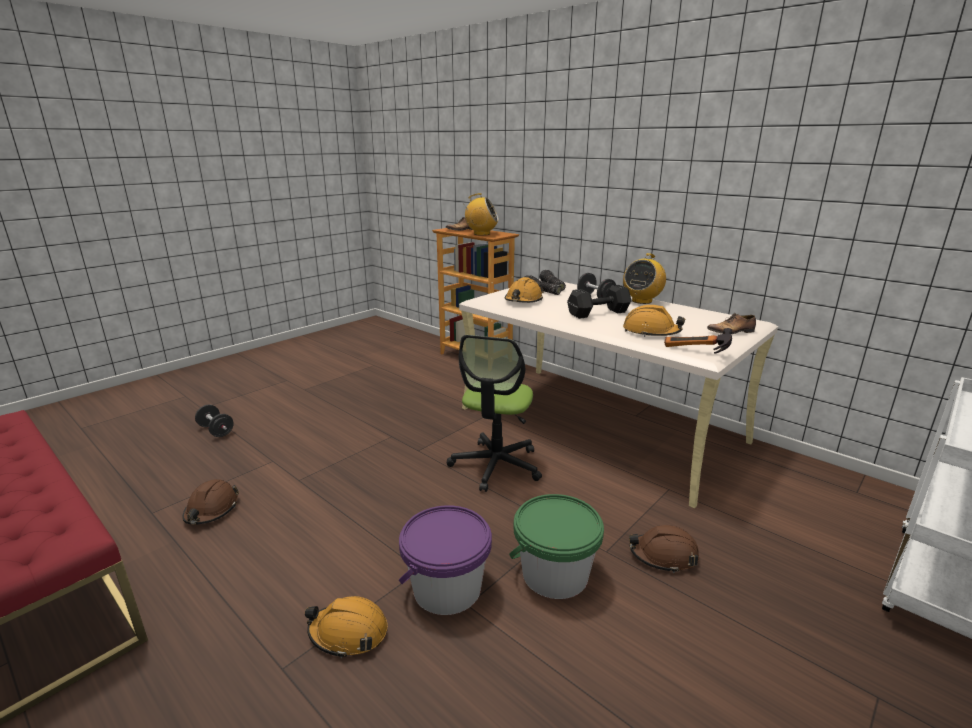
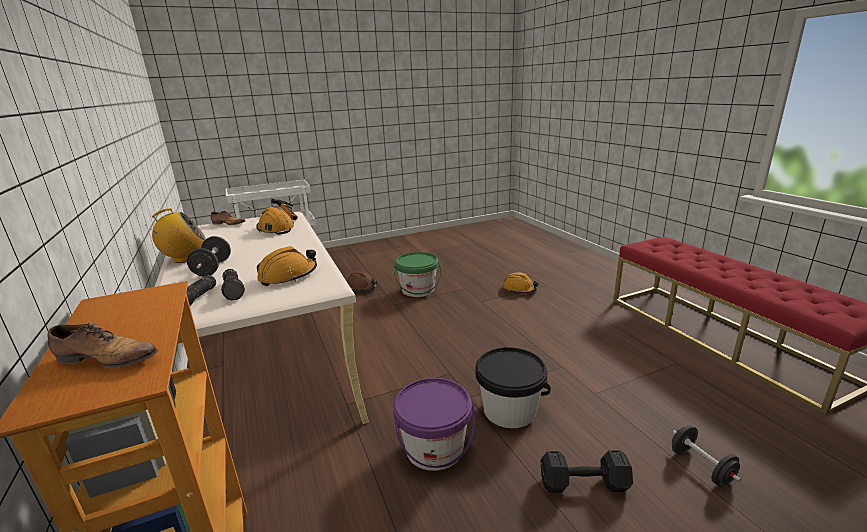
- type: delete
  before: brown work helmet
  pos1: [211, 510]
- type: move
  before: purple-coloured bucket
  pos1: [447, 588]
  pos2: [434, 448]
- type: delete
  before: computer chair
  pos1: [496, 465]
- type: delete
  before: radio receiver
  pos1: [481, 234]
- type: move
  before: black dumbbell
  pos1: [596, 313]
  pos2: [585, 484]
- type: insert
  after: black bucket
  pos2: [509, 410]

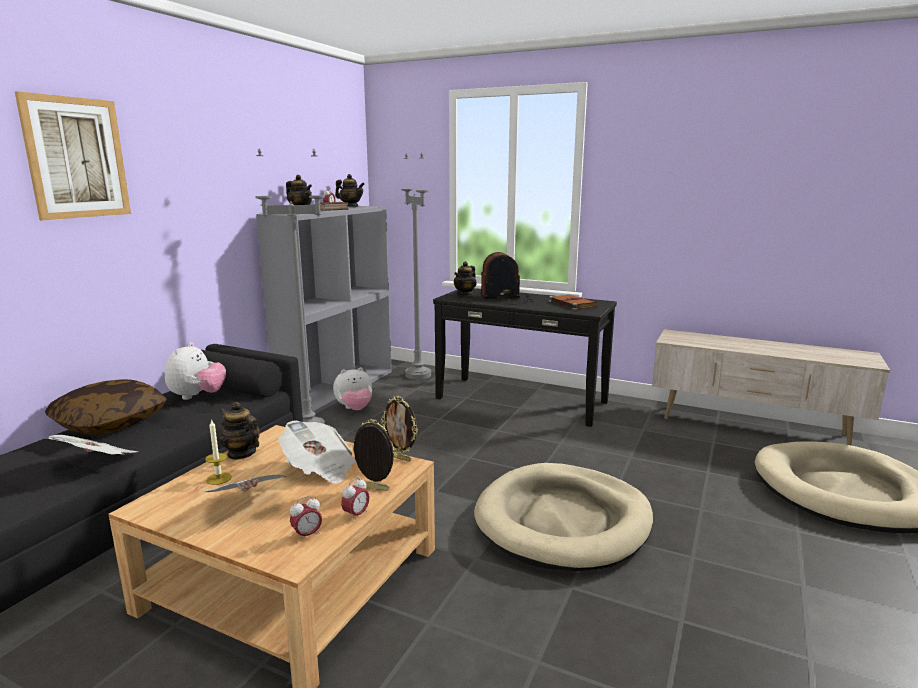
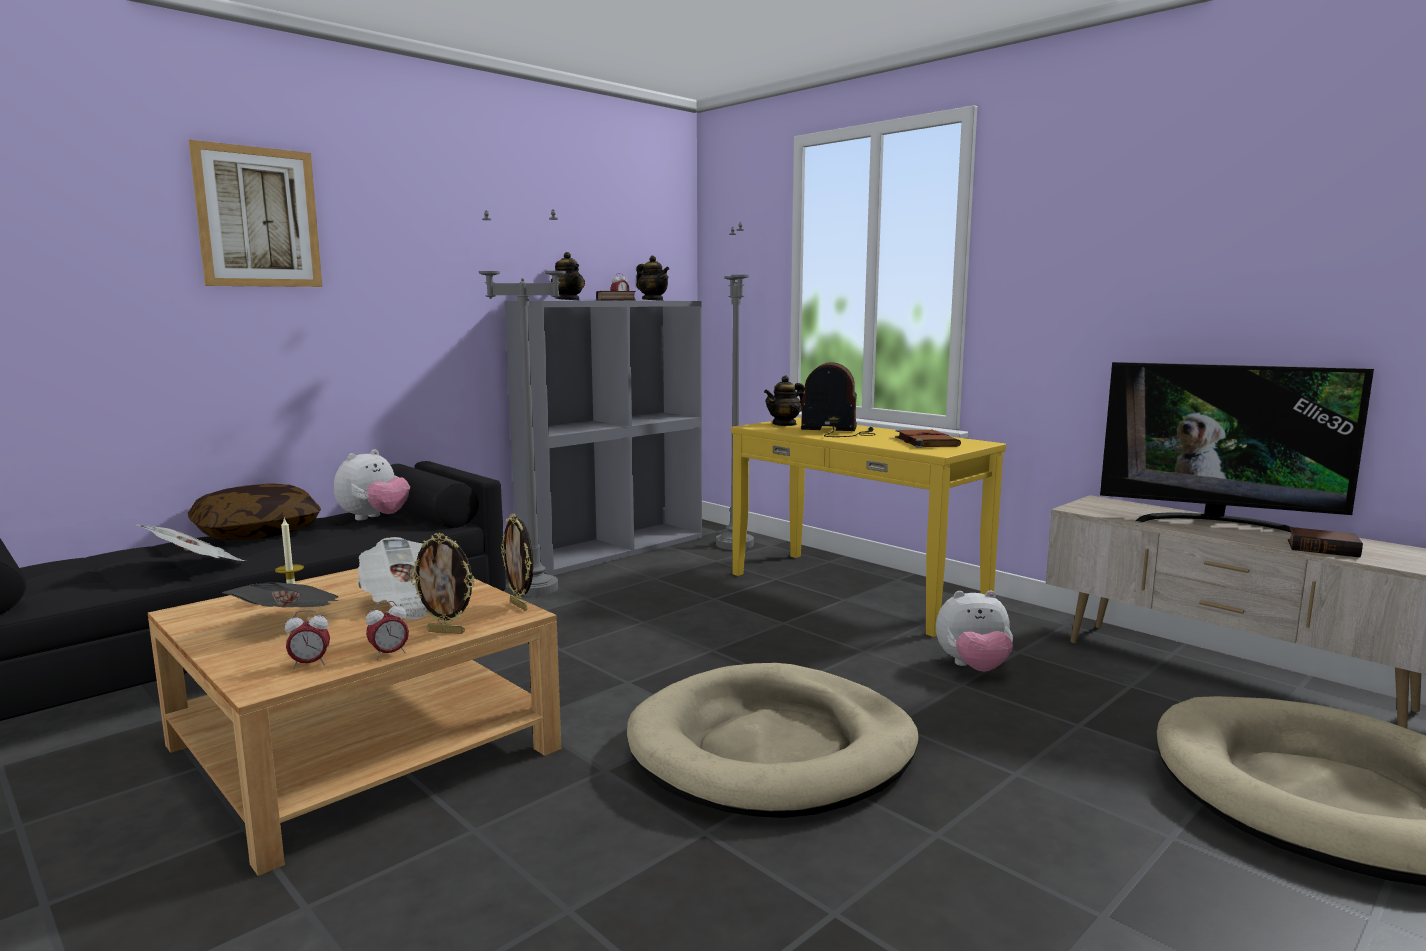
- type: delete
  before: teapot
  pos1: [241, 453]
- type: move
  before: cuddly toy
  pos1: [355, 409]
  pos2: [973, 668]
- type: rotate
  before: photo frame
  pos1: [375, 488]
  pos2: [446, 631]
  turn: 150
- type: recolor
  before: black narrow table
  after: yellow-coloured narrow table
  pos1: [521, 400]
  pos2: [855, 590]
- type: insert
  after: TV
  pos2: [1216, 523]
- type: insert
  after: volume
  pos2: [1323, 548]

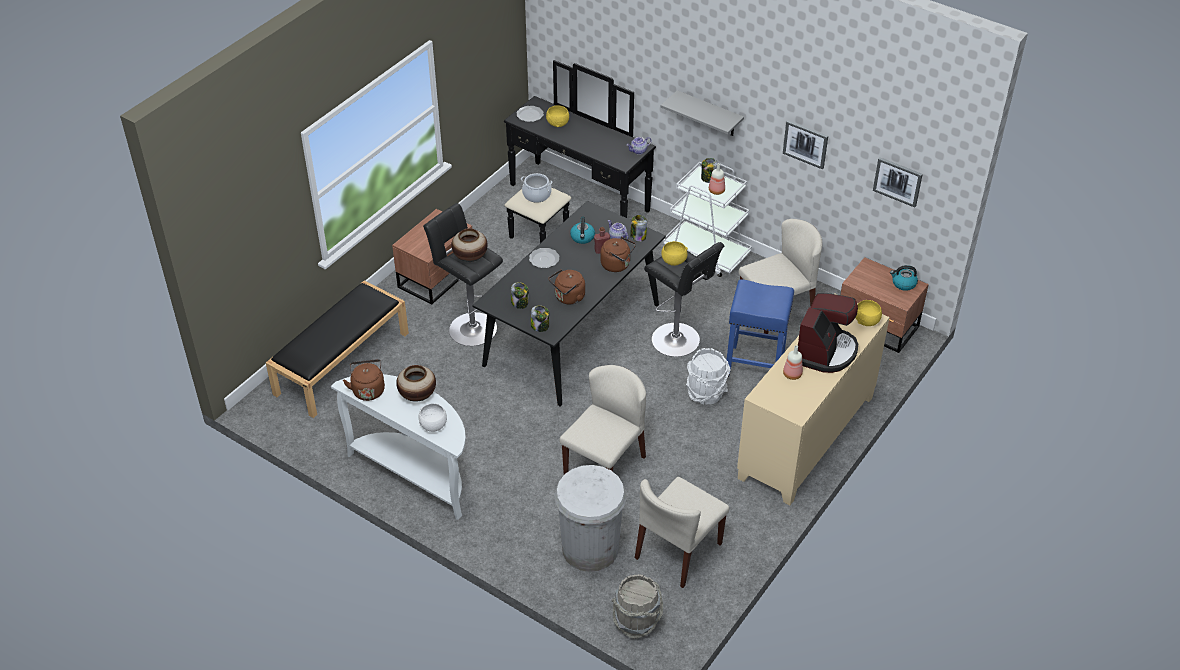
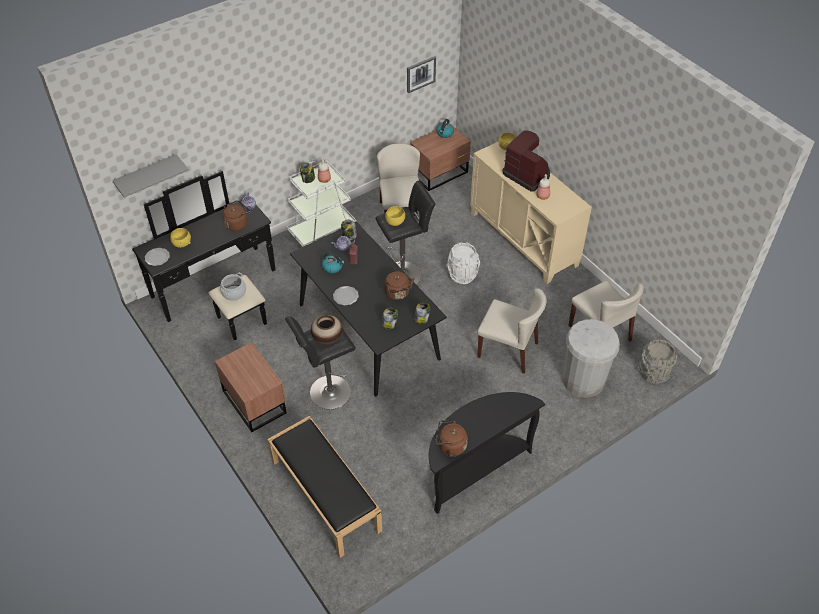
- type: recolor
  before: white-coloured narrow table
  after: black narrow table
  pos1: [415, 474]
  pos2: [474, 469]
- type: delete
  before: flower vase
  pos1: [417, 395]
- type: delete
  before: white-coloured serving bowl
  pos1: [433, 426]
- type: rotate
  before: beige-coloured plain chair
  pos1: [604, 464]
  pos2: [508, 350]
  turn: 150
- type: move
  before: brown kettle
  pos1: [617, 265]
  pos2: [237, 224]
- type: move
  before: gray bracket shelf
  pos1: [709, 114]
  pos2: [147, 176]
- type: delete
  before: blue stool seat
  pos1: [756, 365]
- type: delete
  before: wall art
  pos1: [805, 144]

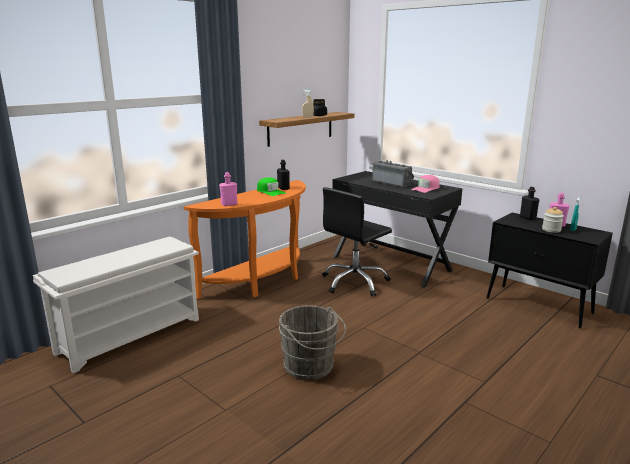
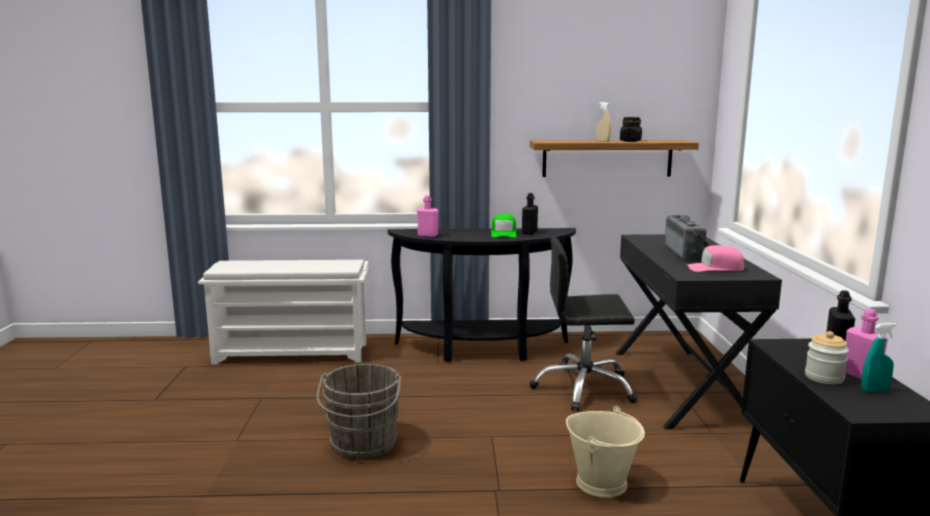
- type: recolor
  before: orange narrow table
  after: black narrow table
  pos1: [262, 282]
  pos2: [482, 350]
- type: insert
  after: beige-coloured bucket
  pos2: [602, 483]

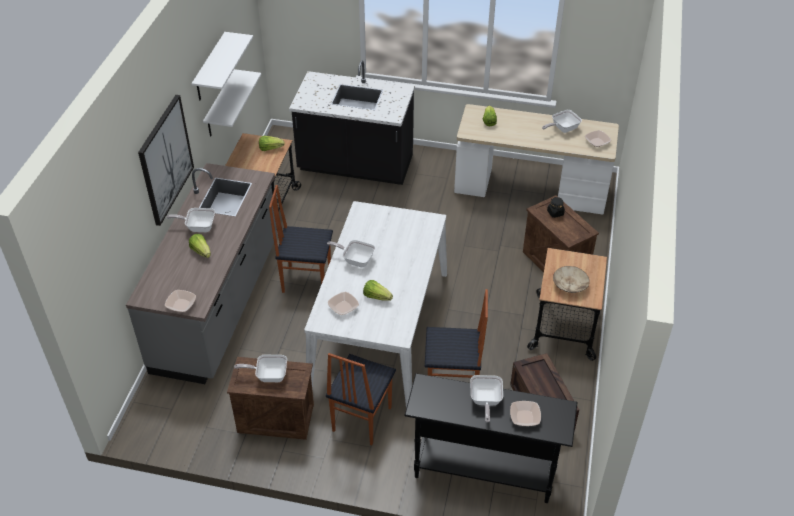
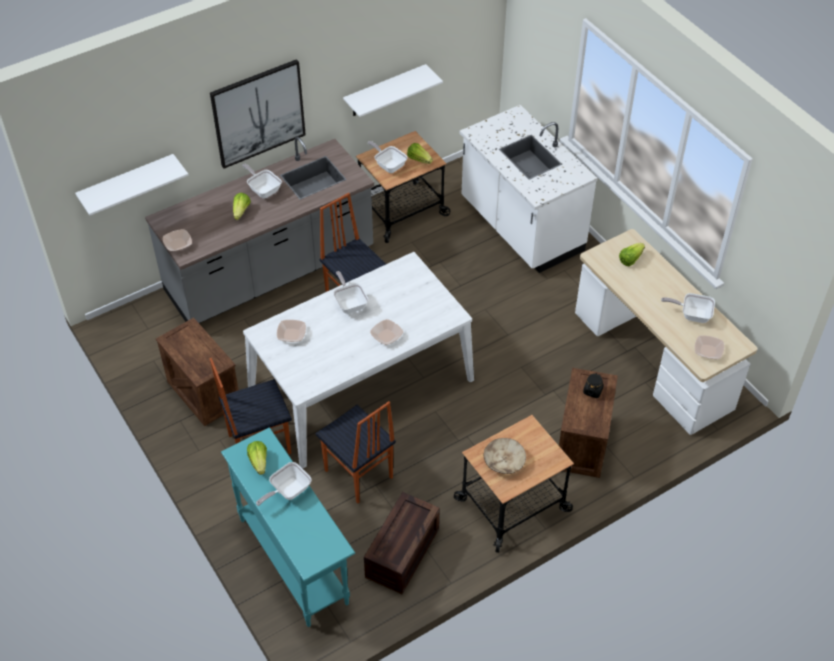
- type: move
  before: white-coloured bracket shelf
  pos1: [210, 68]
  pos2: [127, 184]
- type: move
  before: skillet
  pos1: [268, 375]
  pos2: [388, 165]
- type: recolor
  before: black kitchen base unit
  after: white-coloured kitchen base unit
  pos1: [355, 165]
  pos2: [520, 227]
- type: move
  before: head of lettuce
  pos1: [376, 296]
  pos2: [259, 462]
- type: recolor
  before: black narrow table
  after: turquoise narrow table
  pos1: [483, 471]
  pos2: [293, 560]
- type: move
  before: serving bowl
  pos1: [524, 417]
  pos2: [386, 336]

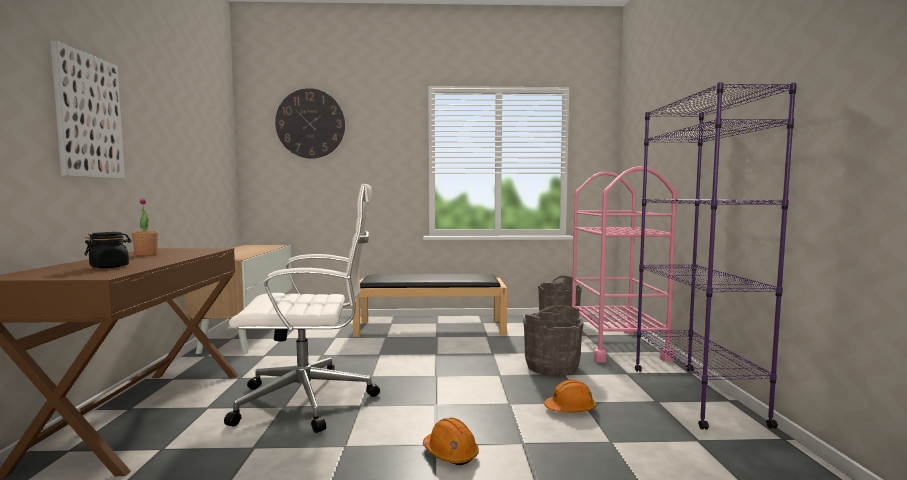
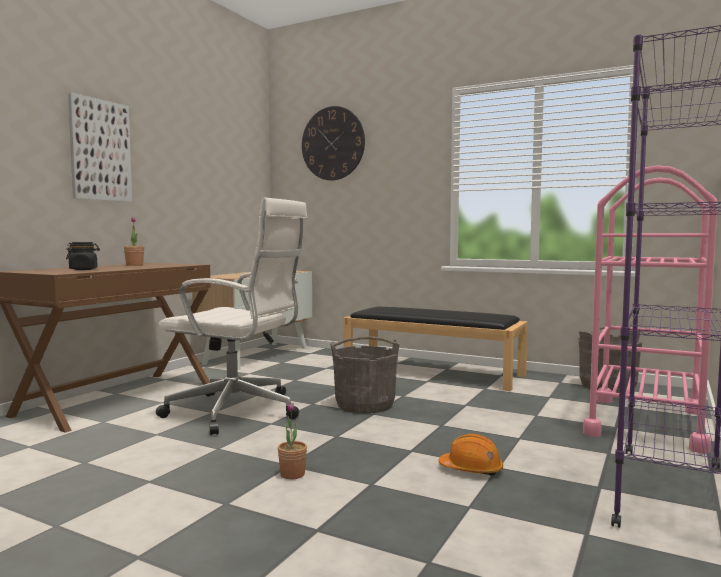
- type: replace
  before: orange work helmet
  after: plant in a pot
  pos1: [450, 453]
  pos2: [292, 474]
- type: move
  before: gray bucket
  pos1: [551, 366]
  pos2: [365, 405]

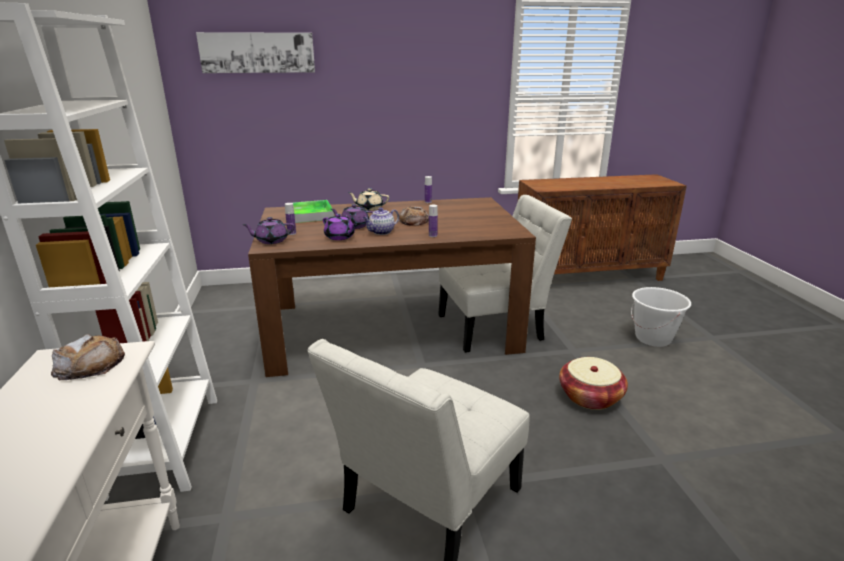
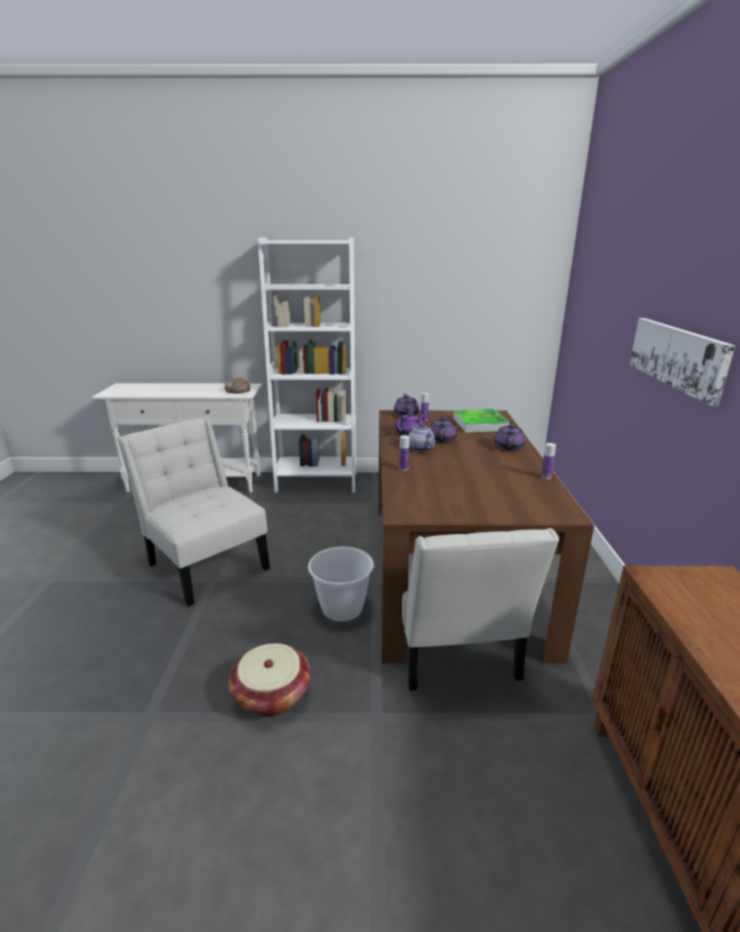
- type: move
  before: wall art
  pos1: [257, 52]
  pos2: [677, 356]
- type: recolor
  before: beige-coloured teapot
  after: purple-coloured teapot
  pos1: [369, 208]
  pos2: [509, 446]
- type: delete
  before: baked bread
  pos1: [414, 221]
- type: move
  before: white-coloured bucket
  pos1: [653, 338]
  pos2: [342, 609]

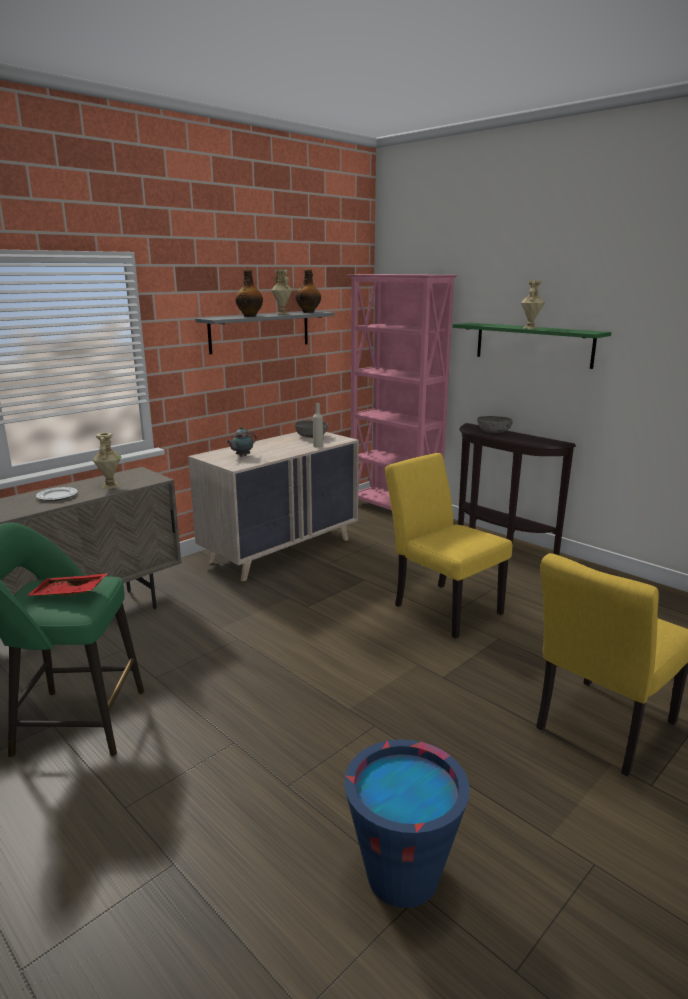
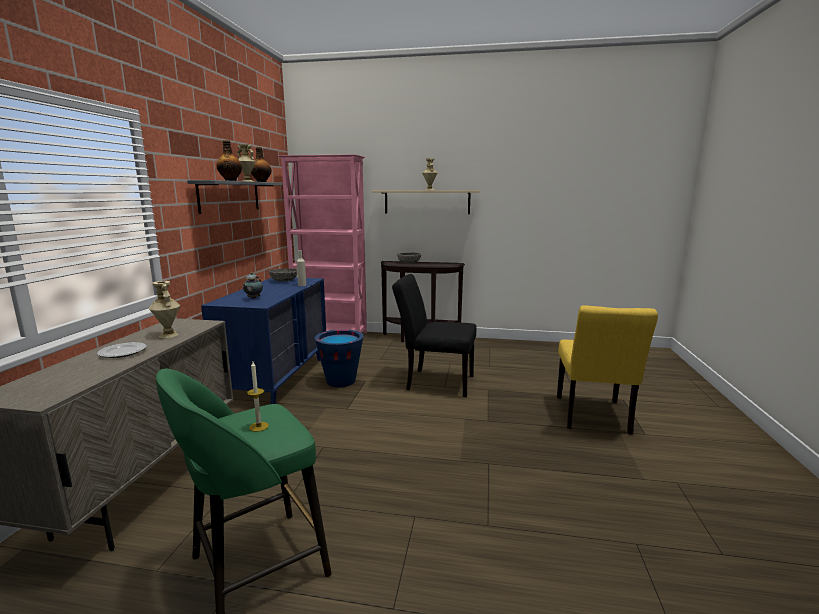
- type: replace
  before: red tray
  after: wax candle
  pos1: [68, 594]
  pos2: [259, 426]
- type: recolor
  before: beige-coloured dresser
  after: blue dresser
  pos1: [281, 550]
  pos2: [277, 378]
- type: move
  before: blue bucket
  pos1: [402, 875]
  pos2: [341, 381]
- type: recolor
  before: yellow-coloured plain chair
  after: black plain chair
  pos1: [441, 606]
  pos2: [434, 382]
- type: recolor
  before: greenish bracket shelf
  after: beige-coloured bracket shelf
  pos1: [533, 344]
  pos2: [427, 202]

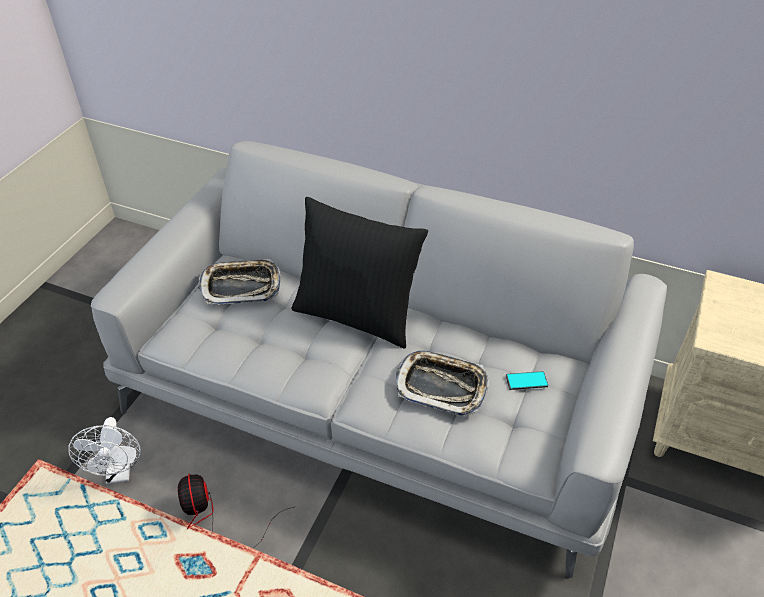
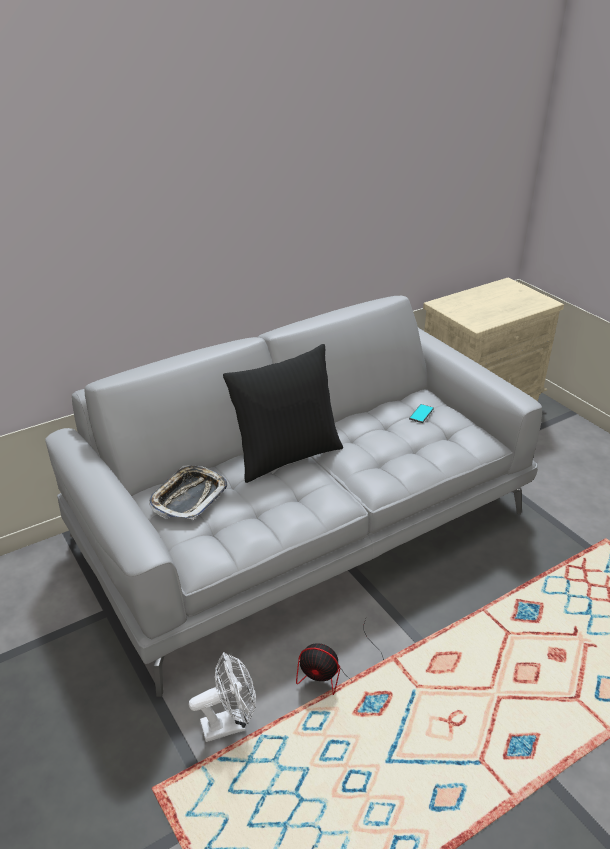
- type: rotate
  before: white-coloured electric fan
  pos1: [119, 473]
  pos2: [229, 724]
  turn: -45
- type: delete
  before: tray
  pos1: [441, 386]

